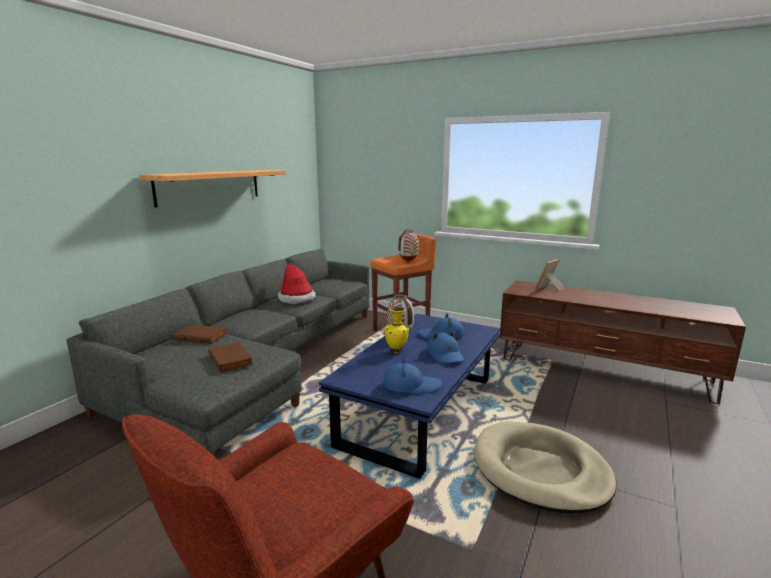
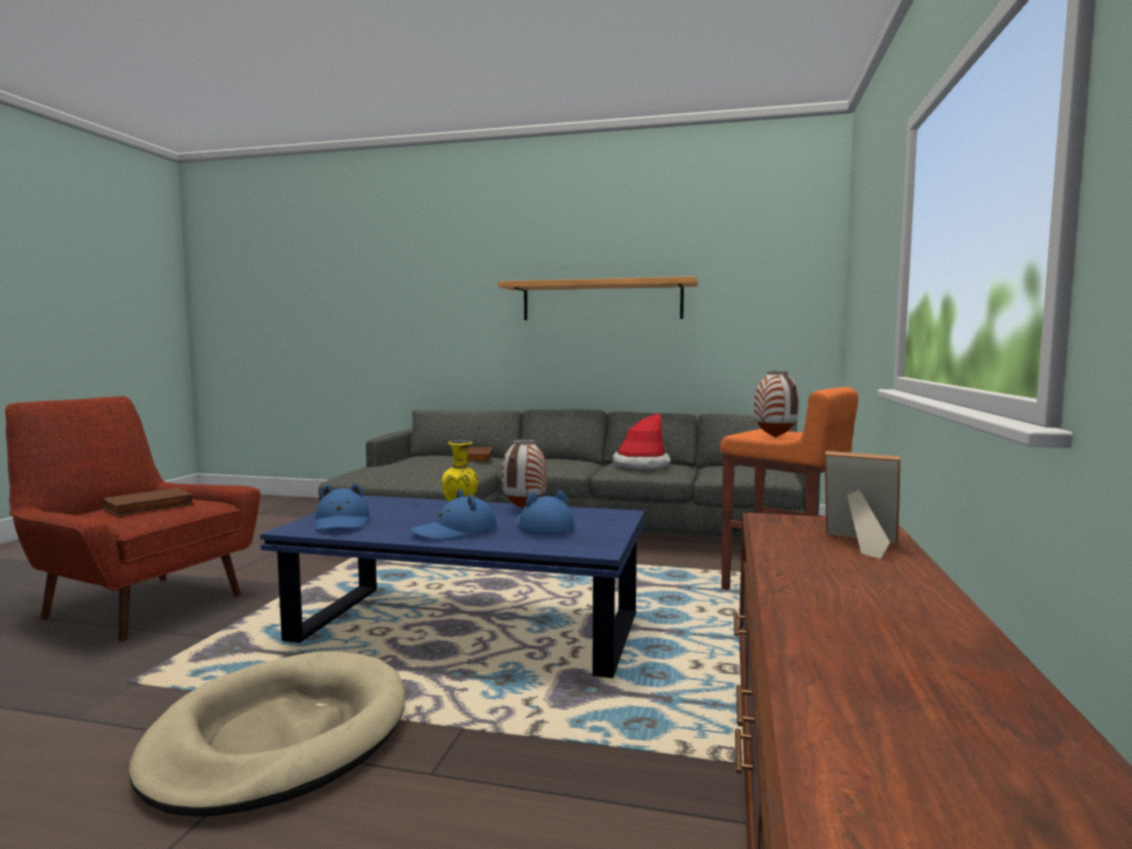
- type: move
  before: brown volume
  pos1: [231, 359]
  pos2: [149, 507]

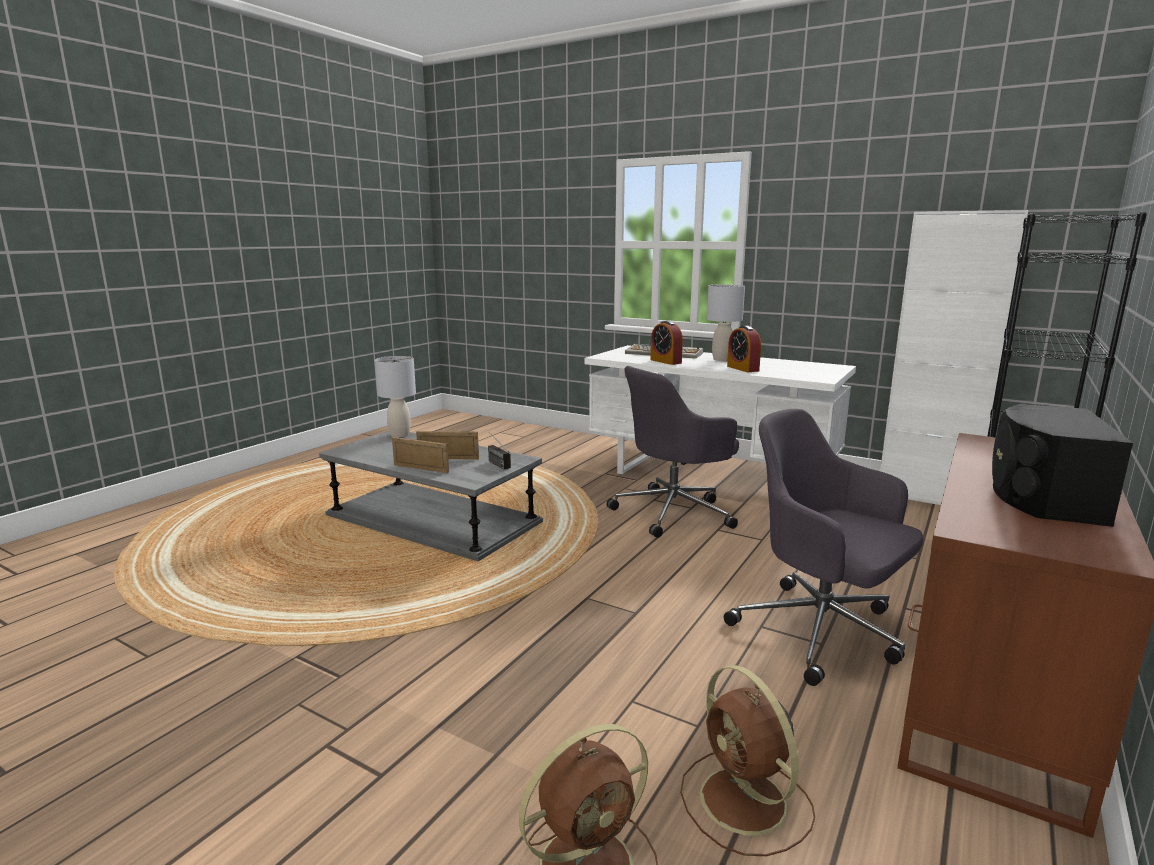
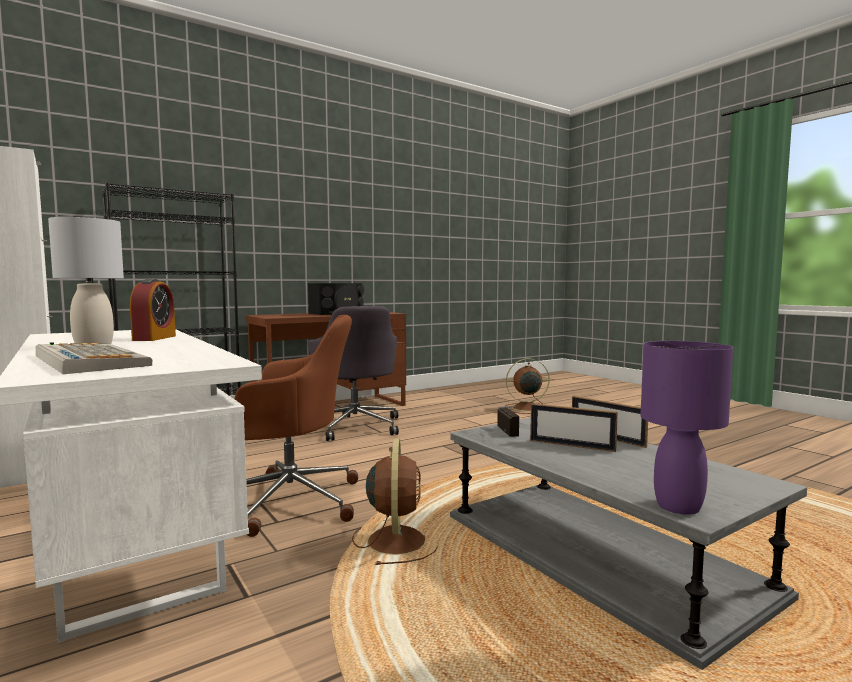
- type: recolor
  before: gray lamp for a table
  after: purple-coloured lamp for a table
  pos1: [400, 435]
  pos2: [678, 507]
- type: recolor
  before: gray computer chair
  after: brown computer chair
  pos1: [674, 512]
  pos2: [288, 501]
- type: delete
  before: alarm clock
  pos1: [665, 361]
- type: move
  before: brown electric fan
  pos1: [746, 803]
  pos2: [396, 540]

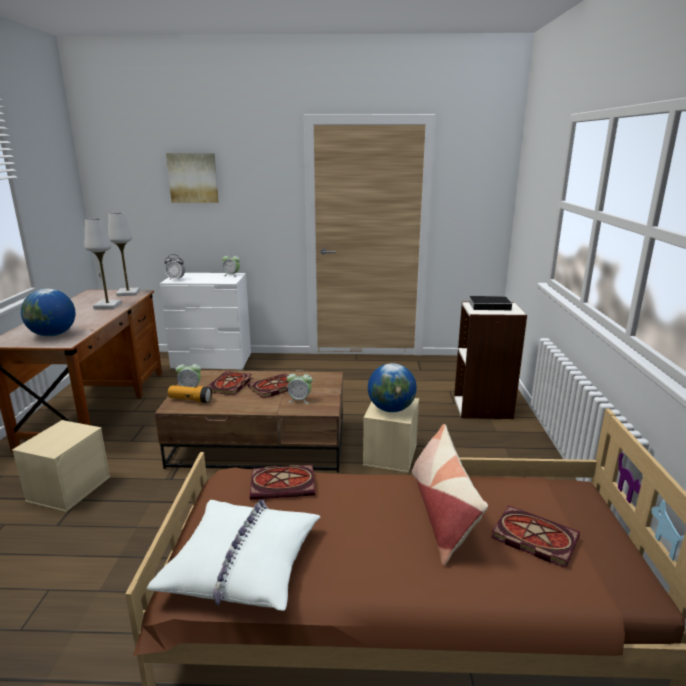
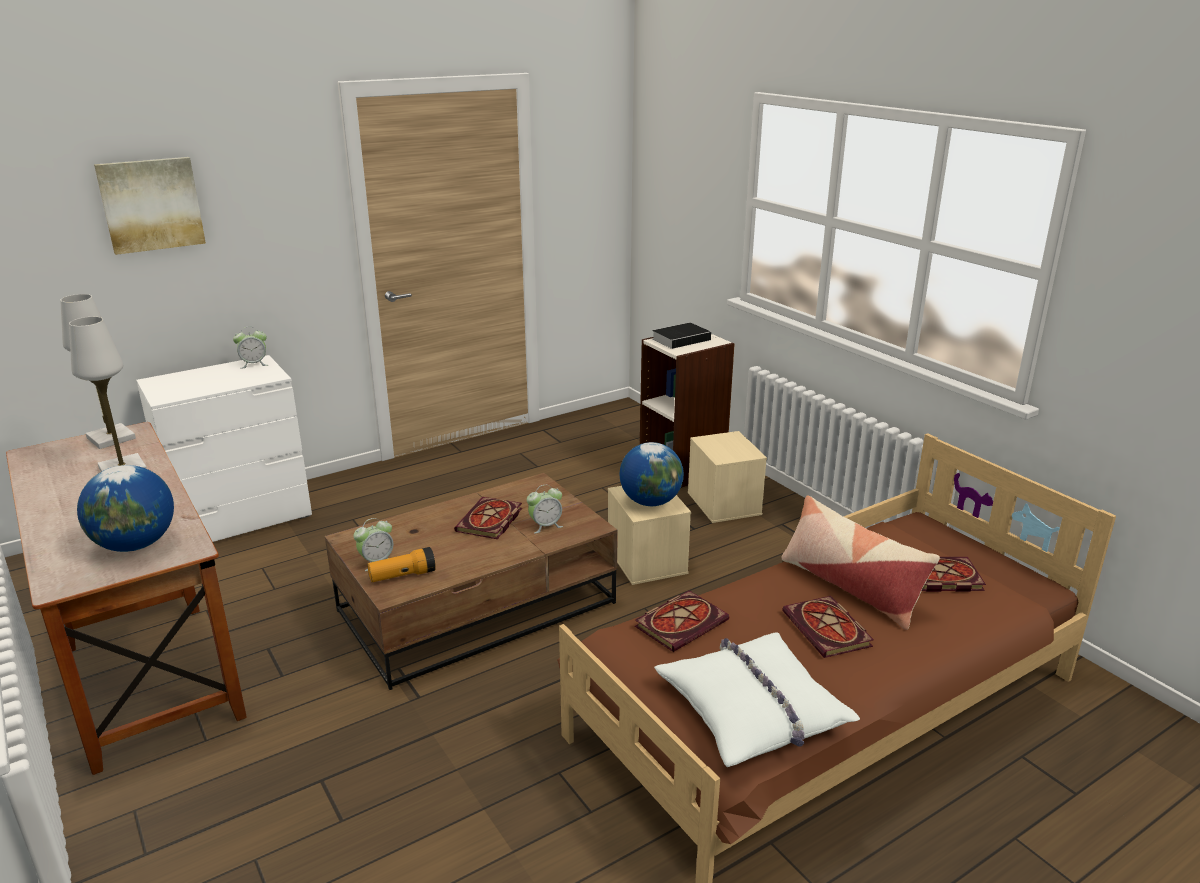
- type: move
  before: beige-coloured storage bin
  pos1: [69, 488]
  pos2: [722, 503]
- type: delete
  before: alarm clock
  pos1: [176, 279]
- type: move
  before: volume
  pos1: [230, 385]
  pos2: [829, 630]

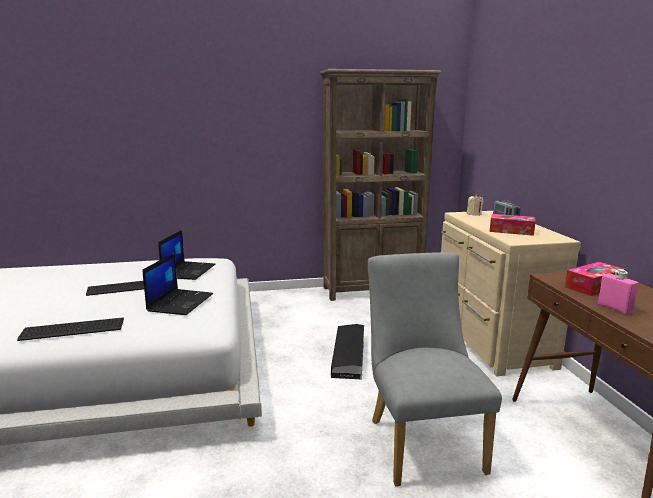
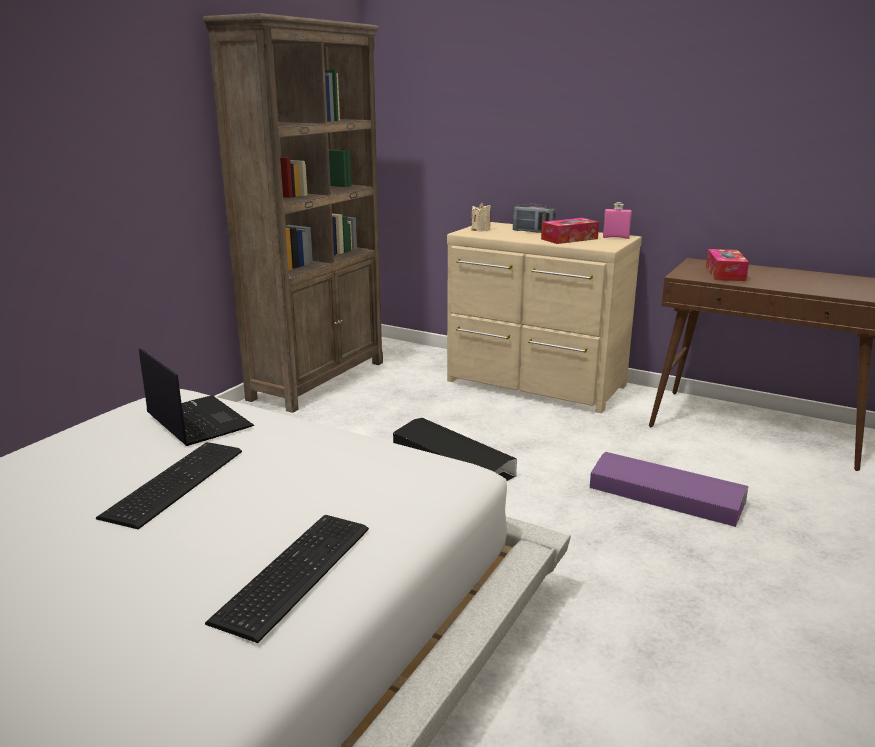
- type: delete
  before: notebook computer
  pos1: [180, 302]
- type: replace
  before: gray plain chair
  after: purple-coloured storage bin
  pos1: [421, 440]
  pos2: [665, 496]
- type: move
  before: pinkish beverage bottle
  pos1: [614, 308]
  pos2: [615, 237]

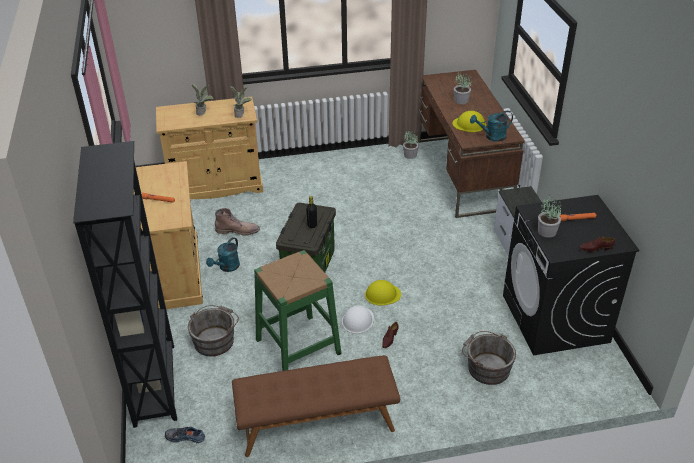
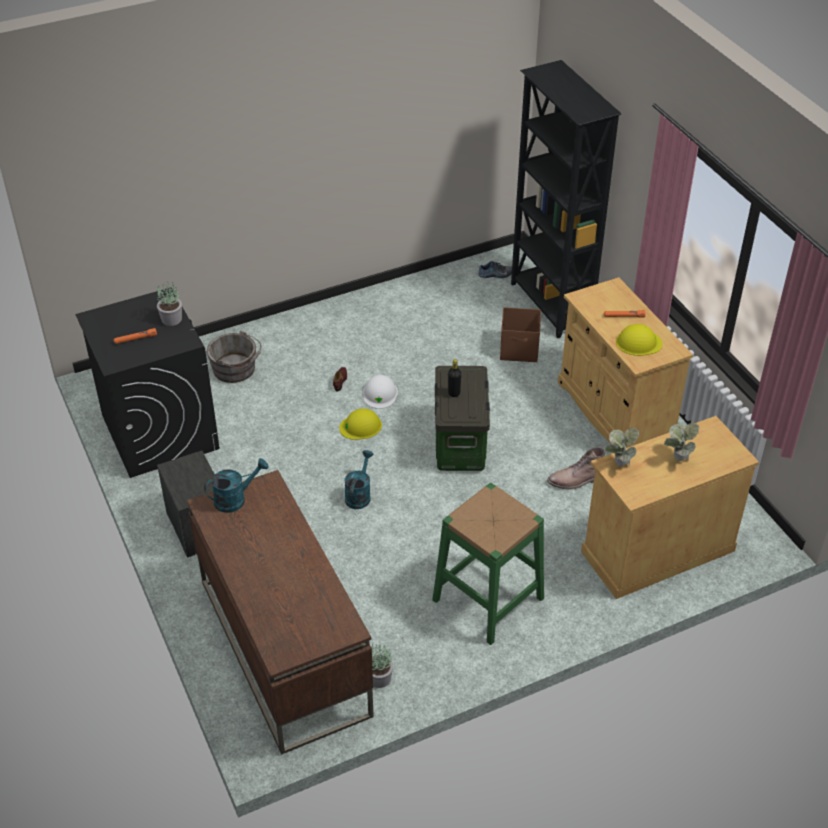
- type: replace
  before: gray bucket
  after: brown storage bin
  pos1: [215, 340]
  pos2: [519, 350]
- type: move
  before: turquoise watering pot
  pos1: [227, 267]
  pos2: [359, 494]
- type: delete
  before: brown long seat
  pos1: [317, 424]
- type: move
  before: greenish stool seat
  pos1: [298, 346]
  pos2: [488, 599]
- type: move
  before: yellow-coloured work helmet
  pos1: [469, 124]
  pos2: [638, 342]
- type: delete
  before: plant in a pot
  pos1: [461, 100]
- type: delete
  before: brown shoe
  pos1: [596, 248]

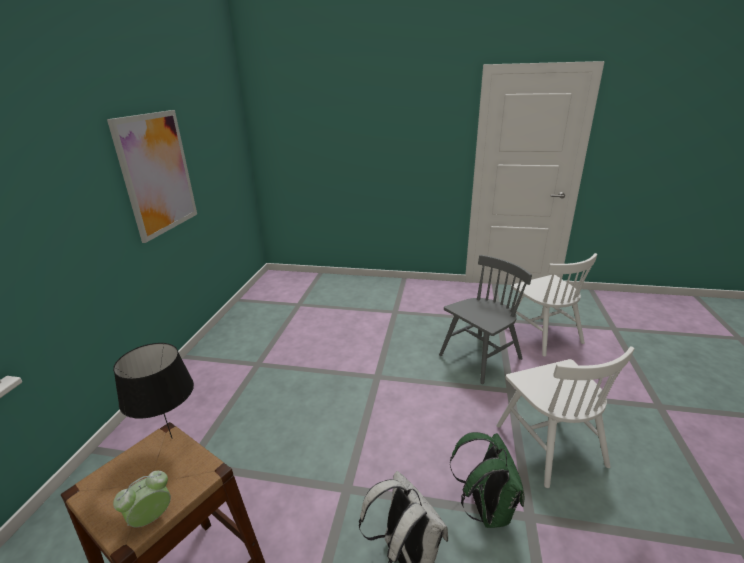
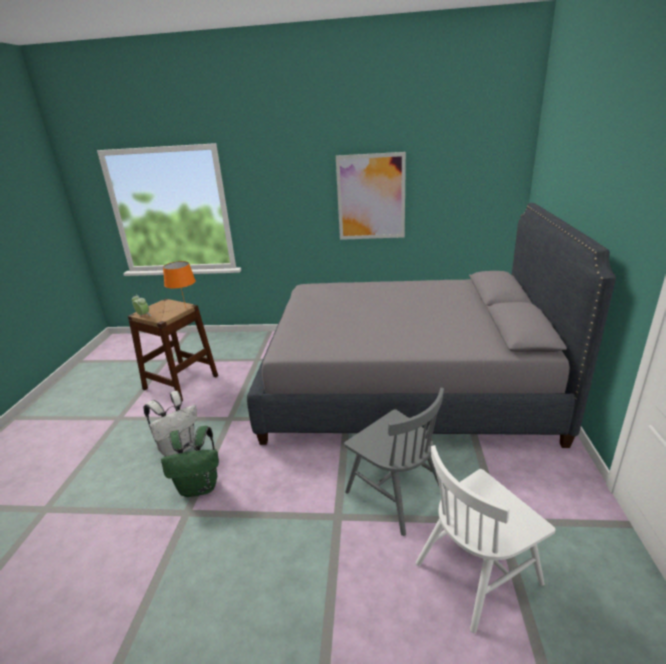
- type: recolor
  before: black lamp for a table
  after: orange lamp for a table
  pos1: [171, 437]
  pos2: [186, 308]
- type: delete
  before: white-coloured plain chair
  pos1: [549, 444]
- type: insert
  after: gray bedroom bed
  pos2: [405, 386]

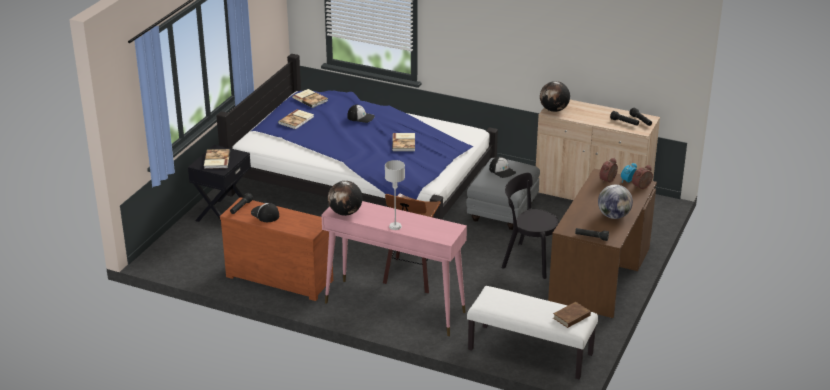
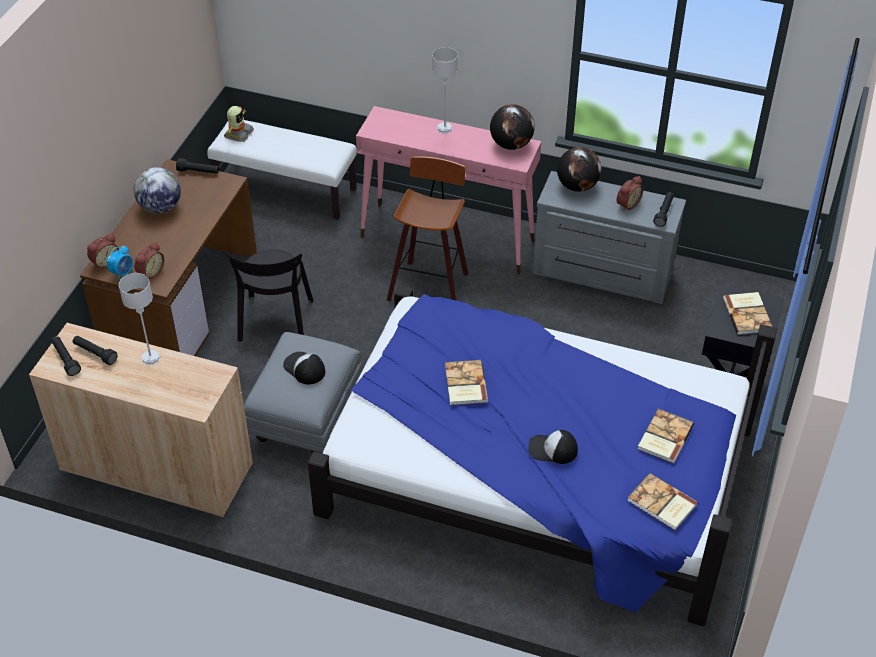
- type: recolor
  before: brown dresser
  after: gray dresser
  pos1: [280, 277]
  pos2: [602, 274]
- type: replace
  before: peaked cap
  after: alarm clock
  pos1: [265, 214]
  pos2: [627, 204]
- type: rotate
  before: black plain chair
  pos1: [528, 260]
  pos2: [275, 323]
  turn: 75
- type: move
  before: world globe
  pos1: [554, 110]
  pos2: [577, 186]
- type: replace
  before: brown volume
  after: robot figure
  pos1: [572, 317]
  pos2: [238, 134]
- type: insert
  after: gray lamp for a table
  pos2: [151, 358]

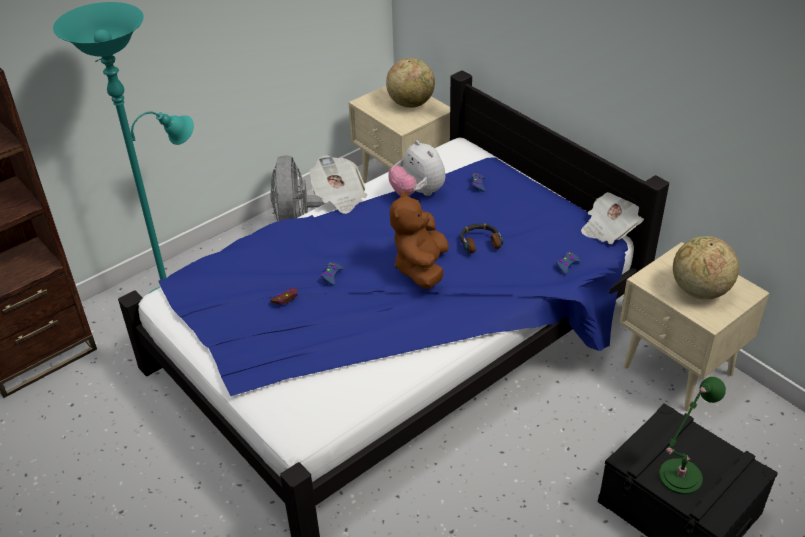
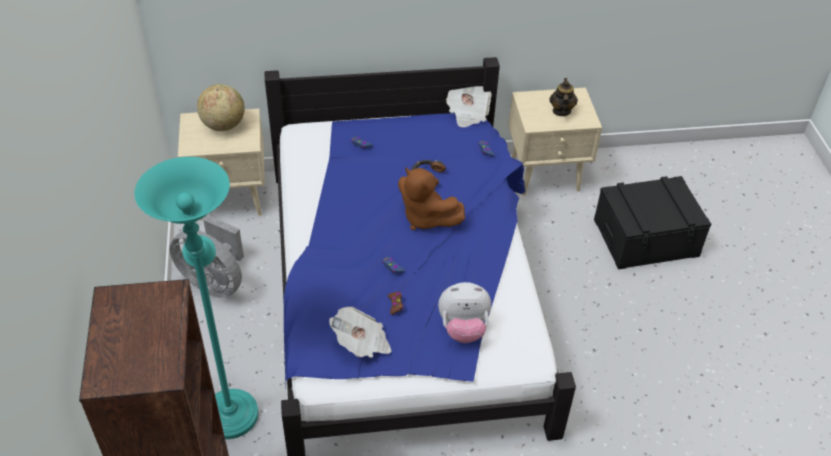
- type: move
  before: newspaper
  pos1: [339, 196]
  pos2: [362, 343]
- type: move
  before: cuddly toy
  pos1: [417, 193]
  pos2: [463, 329]
- type: delete
  before: greenish lamp for a table
  pos1: [678, 479]
- type: replace
  before: world globe
  after: teapot
  pos1: [699, 290]
  pos2: [561, 111]

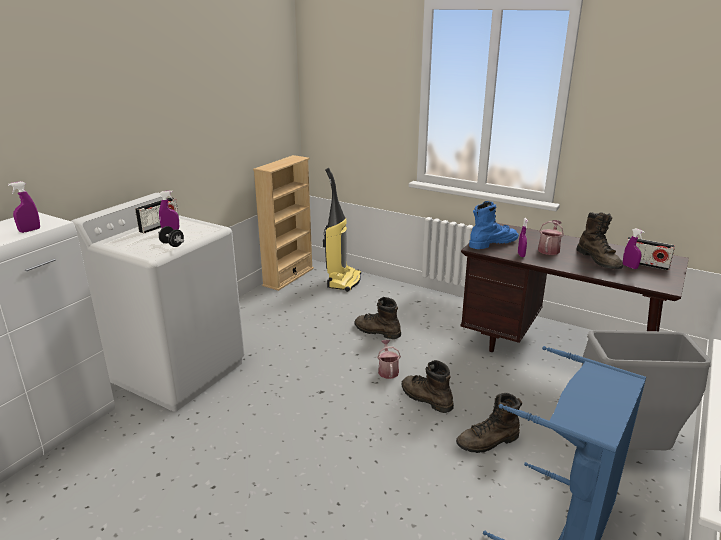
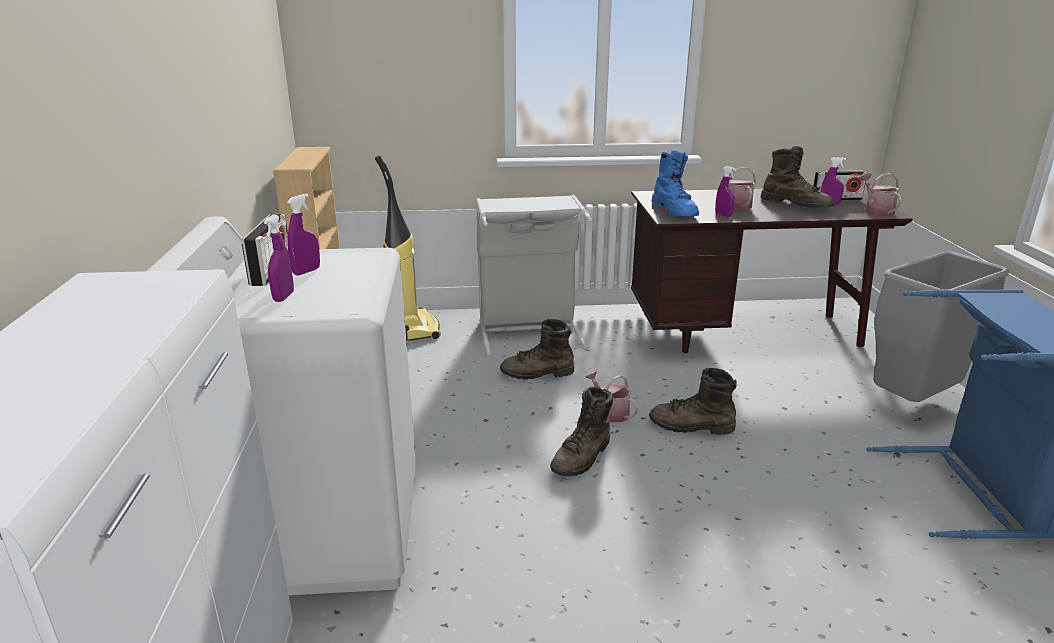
- type: move
  before: purple-coloured spray bottle
  pos1: [30, 230]
  pos2: [283, 297]
- type: delete
  before: black dumbbell
  pos1: [172, 244]
- type: move
  before: brown high-top boot
  pos1: [488, 442]
  pos2: [582, 457]
- type: rotate
  before: blue high-top boot
  pos1: [492, 243]
  pos2: [675, 211]
  turn: 135
- type: insert
  after: gray laundry basket
  pos2: [529, 330]
- type: insert
  after: watering pot
  pos2: [876, 211]

